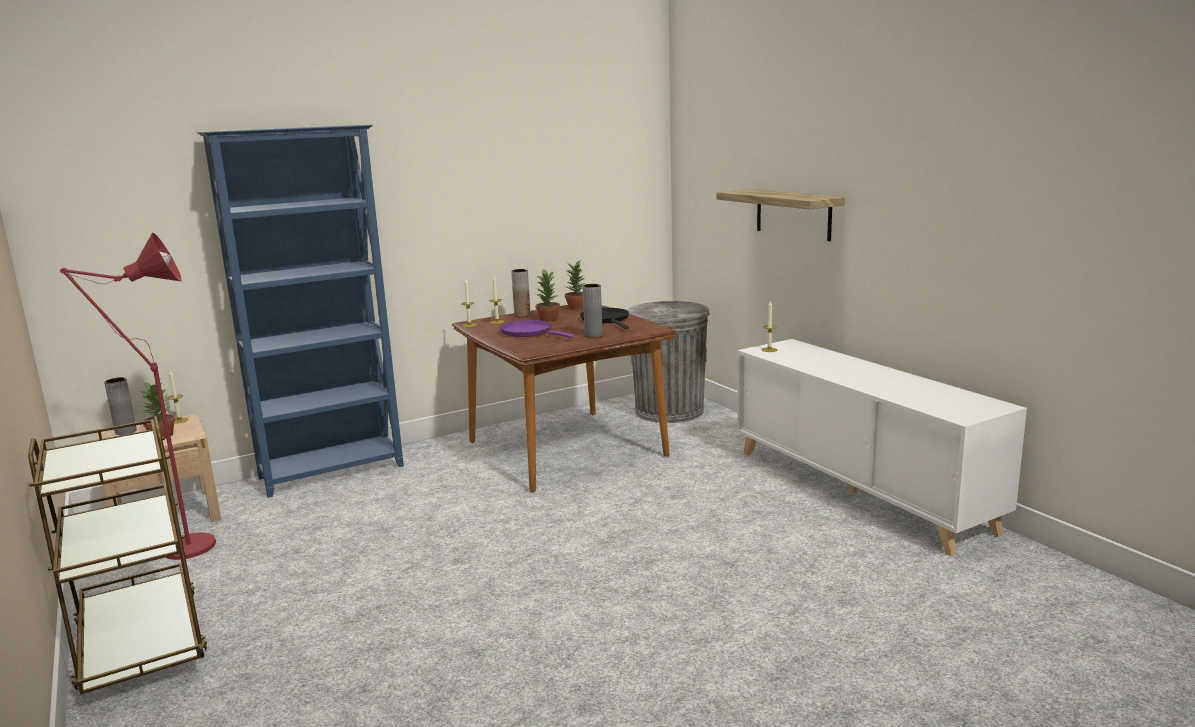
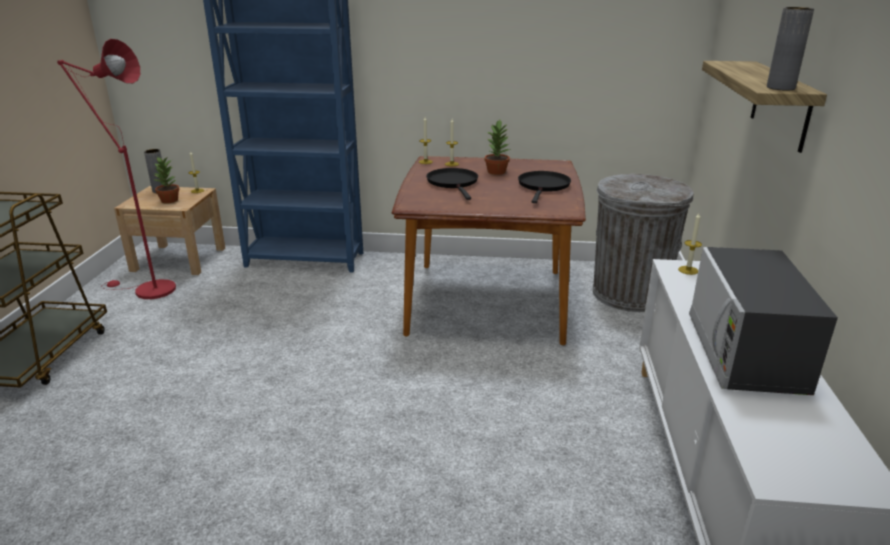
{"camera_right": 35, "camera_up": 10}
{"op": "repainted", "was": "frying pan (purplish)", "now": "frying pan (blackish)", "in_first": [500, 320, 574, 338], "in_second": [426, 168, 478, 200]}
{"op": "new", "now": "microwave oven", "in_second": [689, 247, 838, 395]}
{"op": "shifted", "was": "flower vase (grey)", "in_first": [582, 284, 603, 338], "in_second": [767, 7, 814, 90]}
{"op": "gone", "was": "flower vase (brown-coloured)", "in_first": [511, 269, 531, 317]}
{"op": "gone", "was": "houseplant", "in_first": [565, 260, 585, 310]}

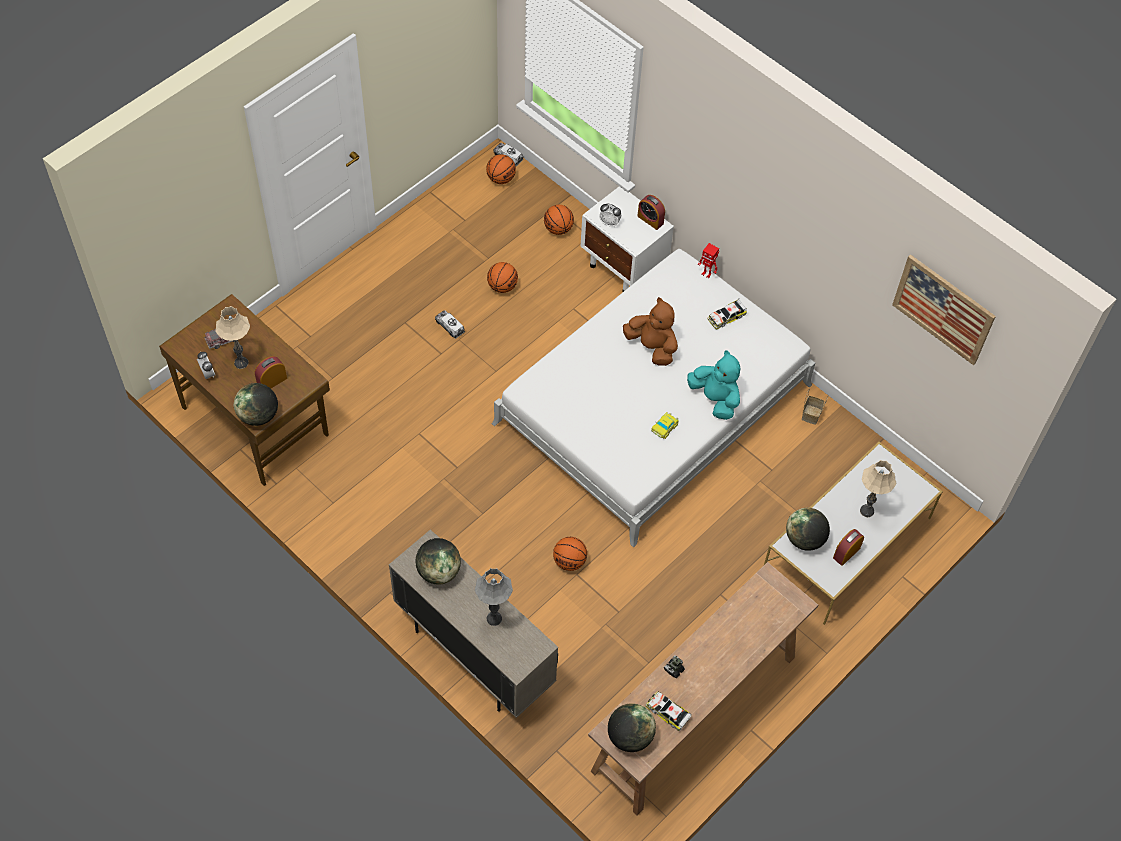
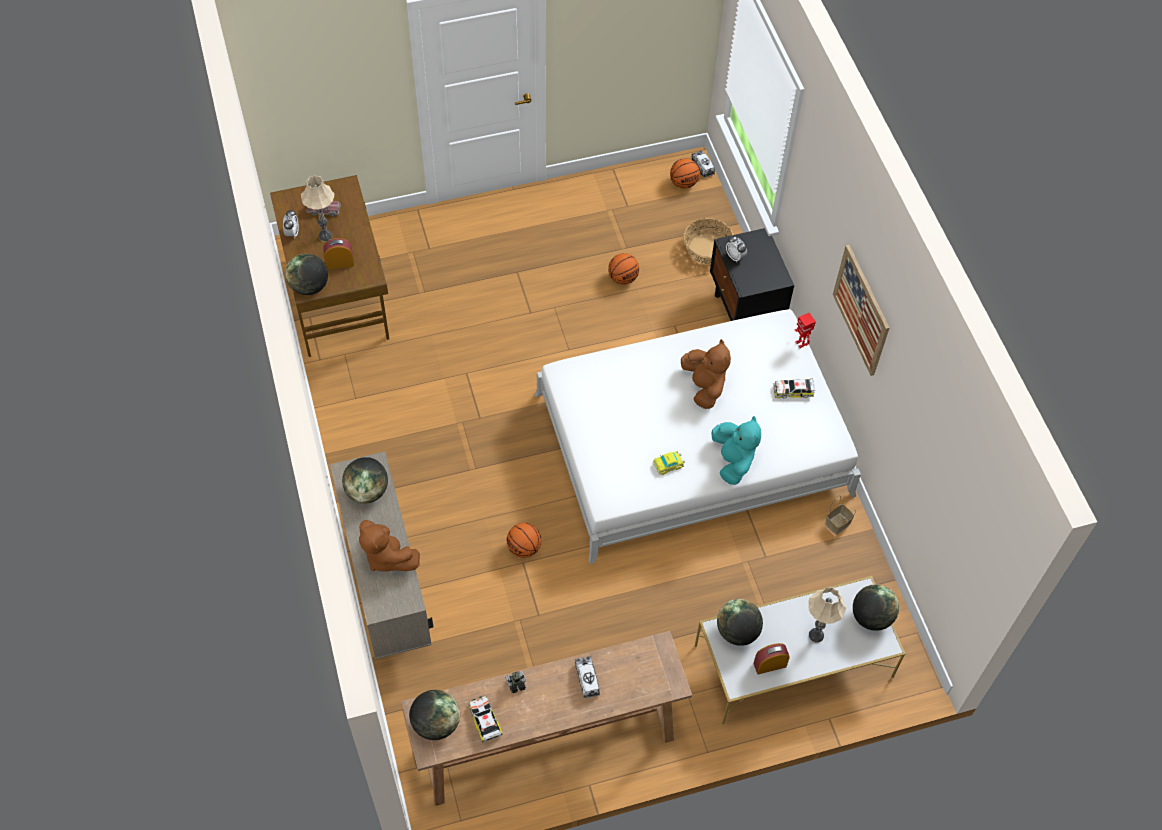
{"camera_right": 30, "camera_up": 0}
{"op": "swapped", "was": "lamp for a table (grey)", "now": "soft toy (brown-coloured)", "in_first": [475, 568, 513, 626], "in_second": [359, 520, 420, 572]}
{"op": "shifted", "was": "toy lorry", "in_first": [435, 310, 465, 339], "in_second": [575, 657, 600, 698]}
{"op": "swapped", "was": "ball for basketball", "now": "storage basket", "in_first": [544, 205, 574, 235], "in_second": [683, 218, 734, 264]}
{"op": "repainted", "was": "bedside table (white-coloured)", "now": "bedside table (blackish)", "in_first": [581, 186, 674, 292], "in_second": [710, 228, 794, 321]}
{"op": "shifted", "was": "picture", "in_first": [892, 254, 996, 365], "in_second": [833, 245, 889, 376]}
{"op": "new", "now": "desk globe", "in_second": [853, 584, 899, 631]}
{"op": "gone", "was": "table clock", "in_first": [637, 195, 665, 230]}

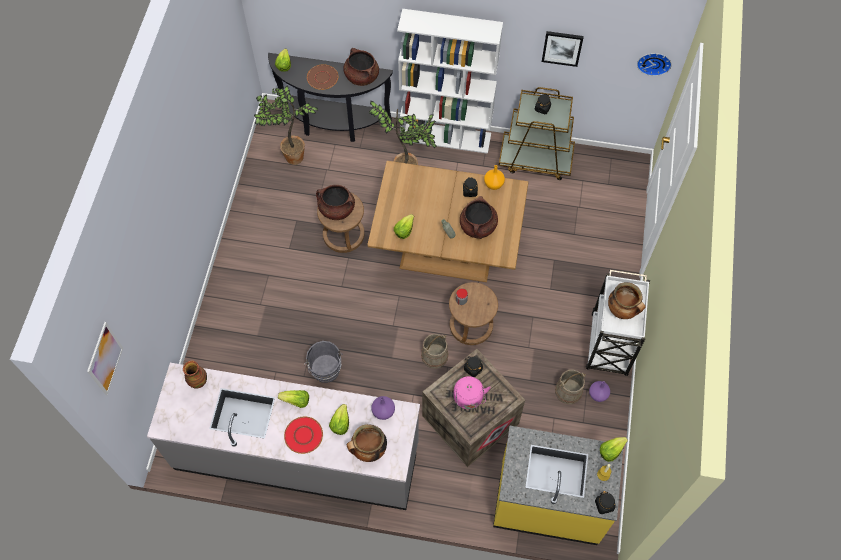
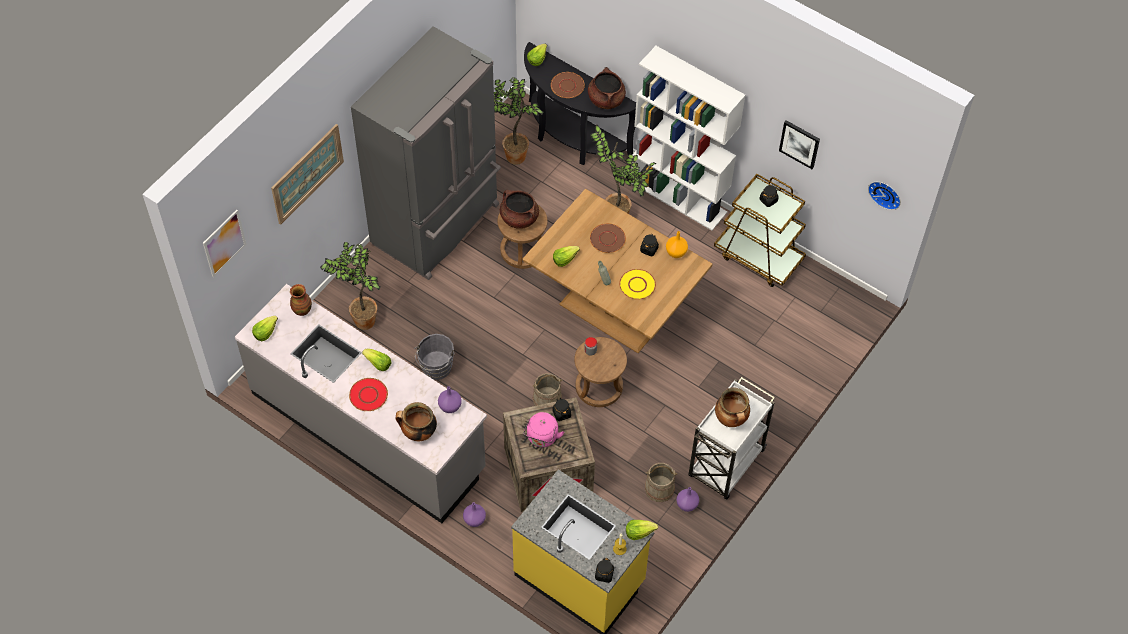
{"camera_right": 25, "camera_up": -5}
{"op": "shifted", "was": "lettuce head", "in_first": [329, 404, 349, 435], "in_second": [252, 316, 278, 341]}
{"op": "new", "now": "picture", "in_second": [271, 124, 344, 225]}
{"op": "new", "now": "houseplant", "in_second": [320, 242, 380, 330]}
{"op": "new", "now": "refrigerator (grey)", "in_second": [351, 26, 501, 280]}
{"op": "new", "now": "flower vase (purplish)", "in_second": [463, 502, 486, 527]}
{"op": "new", "now": "dinner plate (brown-coloured)", "in_second": [590, 223, 626, 253]}
{"op": "swapped", "was": "stockpot (brown-coloured)", "now": "dinner plate (yellowish)", "in_first": [460, 196, 498, 239], "in_second": [619, 269, 656, 300]}

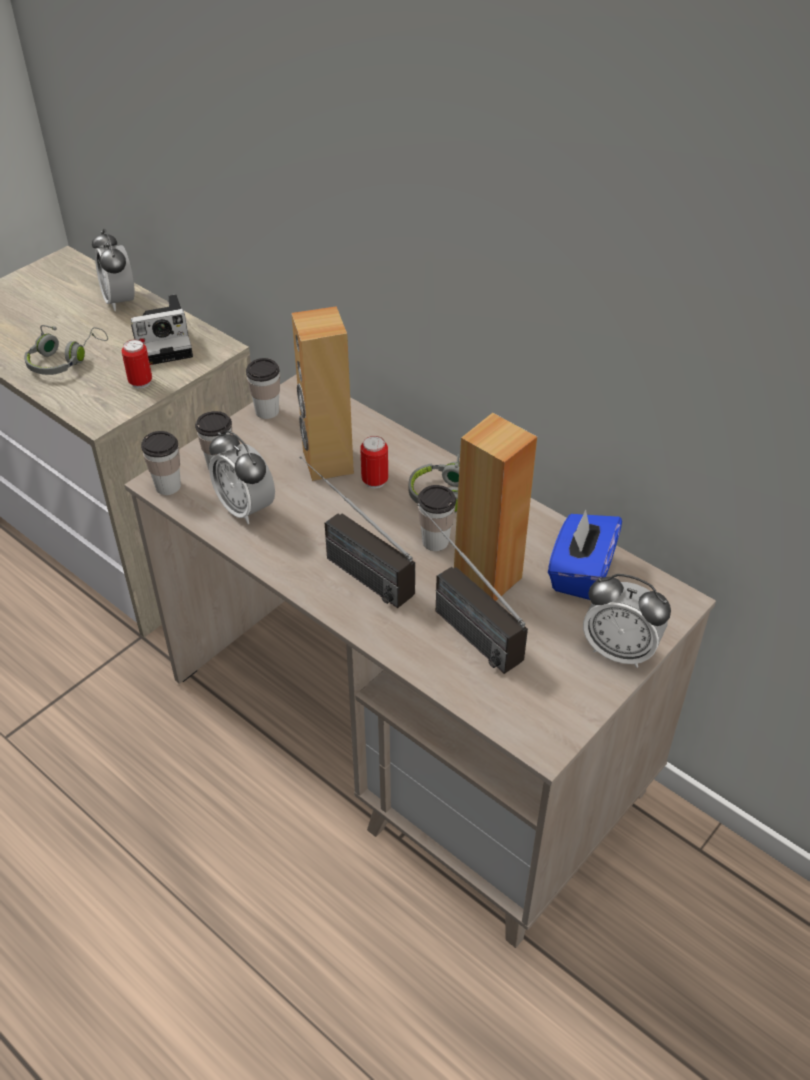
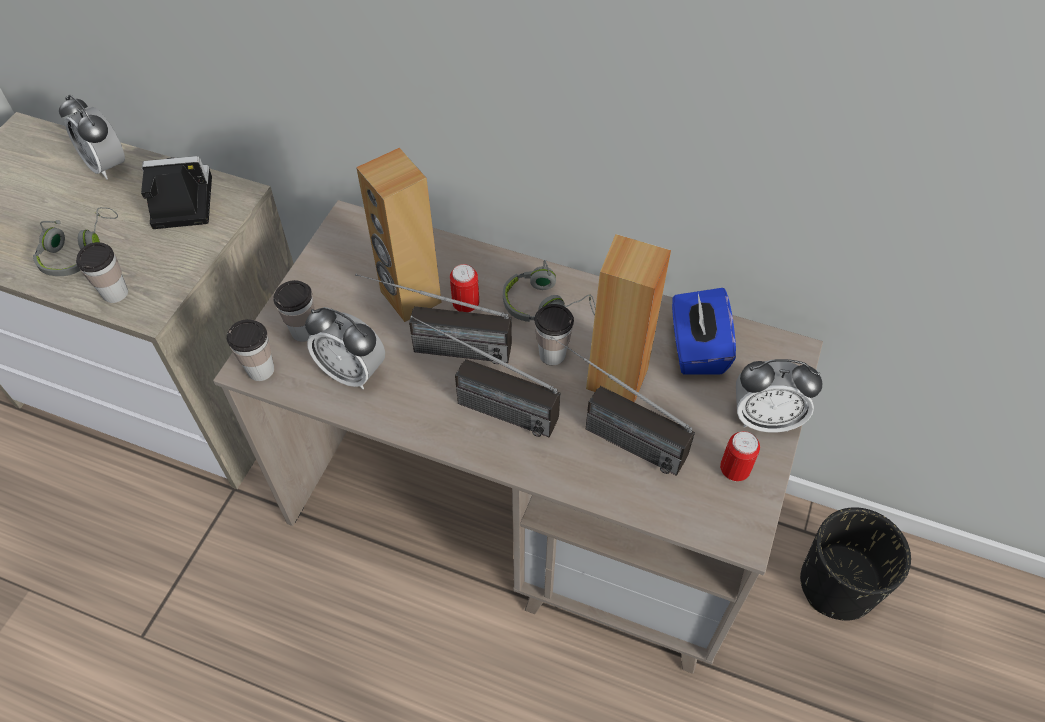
{"camera_right": -20, "camera_up": 10}
{"op": "shifted", "was": "small cup", "in_first": [246, 358, 280, 419], "in_second": [76, 242, 128, 303]}
{"op": "rotated", "was": "photo camera", "in_first": [131, 294, 193, 365], "in_second": [141, 156, 212, 229], "clockwise": -150}
{"op": "new", "now": "radio", "in_second": [355, 274, 512, 364]}
{"op": "shifted", "was": "metal can", "in_first": [122, 339, 152, 389], "in_second": [720, 431, 760, 481]}
{"op": "new", "now": "plant pot (blackish)", "in_second": [800, 507, 911, 621]}

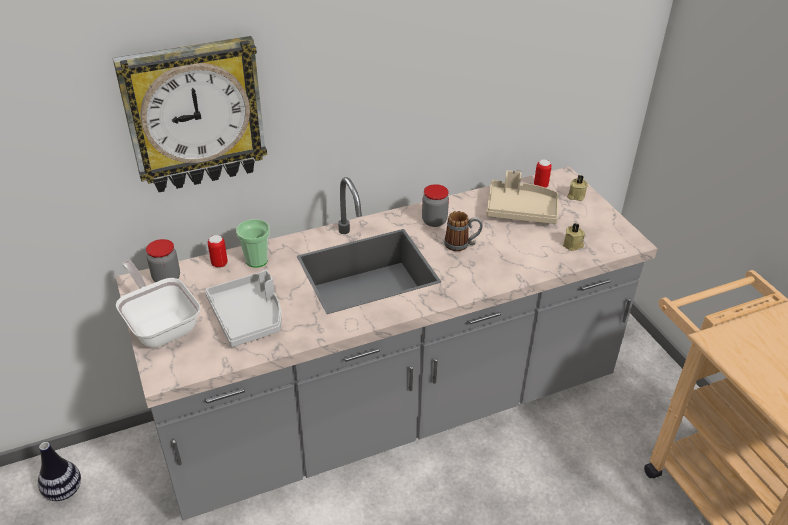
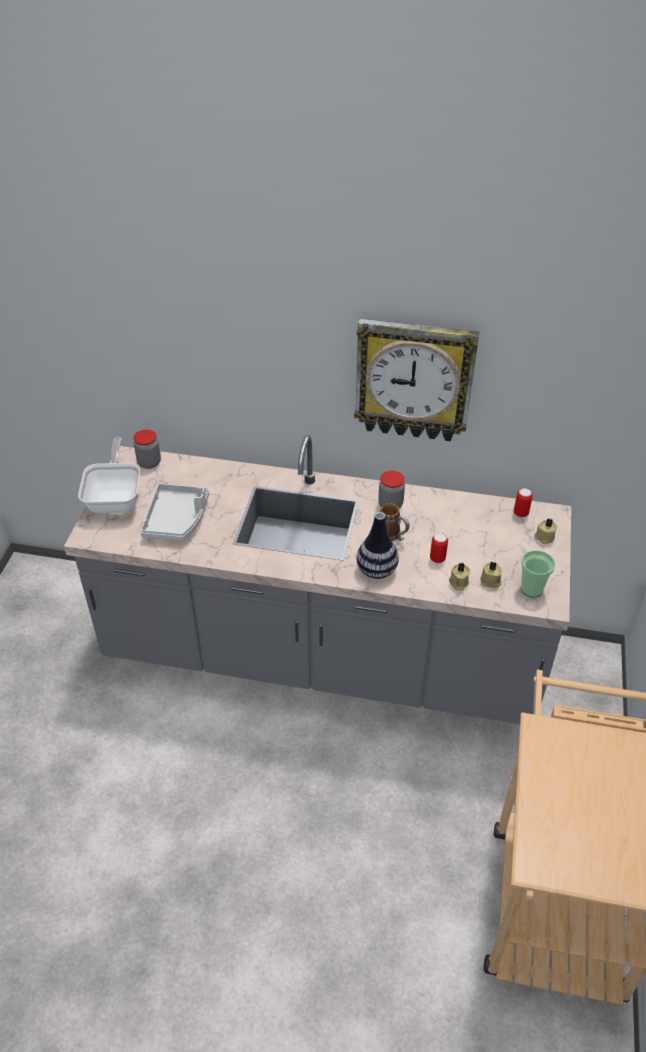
{"camera_right": 35, "camera_up": 5}
{"op": "shifted", "was": "hanging clock", "in_first": [113, 36, 267, 192], "in_second": [354, 318, 479, 441]}
{"op": "shifted", "was": "flower vase", "in_first": [38, 442, 81, 501], "in_second": [356, 512, 399, 579]}
{"op": "shifted", "was": "metal can", "in_first": [208, 235, 228, 268], "in_second": [430, 533, 448, 563]}
{"op": "new", "now": "candle (beige-coloured)", "in_second": [449, 563, 470, 591]}
{"op": "shifted", "was": "small cup", "in_first": [236, 219, 270, 268], "in_second": [521, 550, 556, 597]}
{"op": "gone", "was": "serving tray (beige-coloured)", "in_first": [486, 170, 559, 224]}

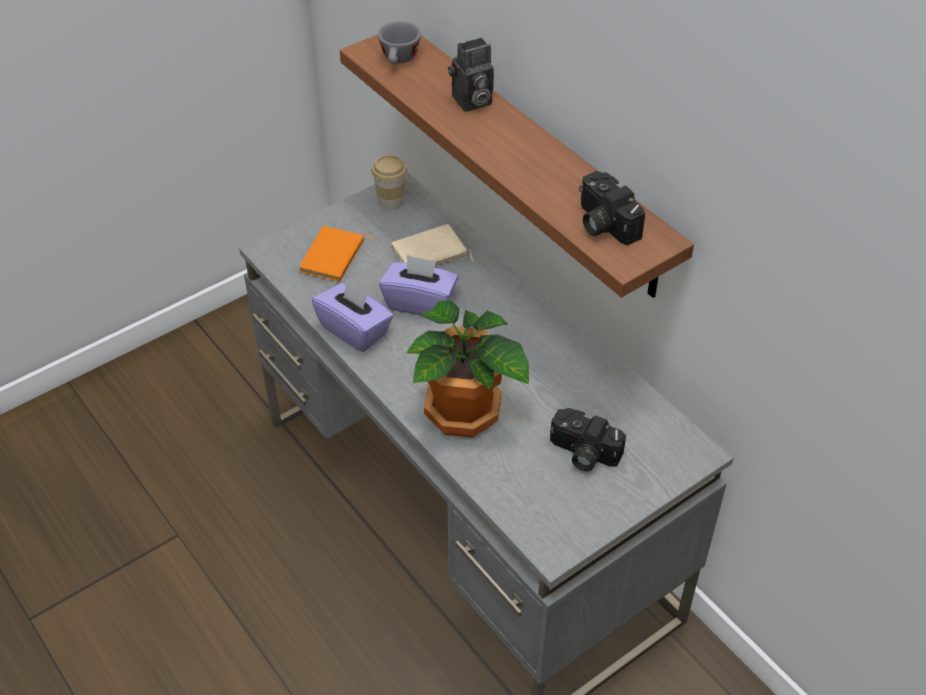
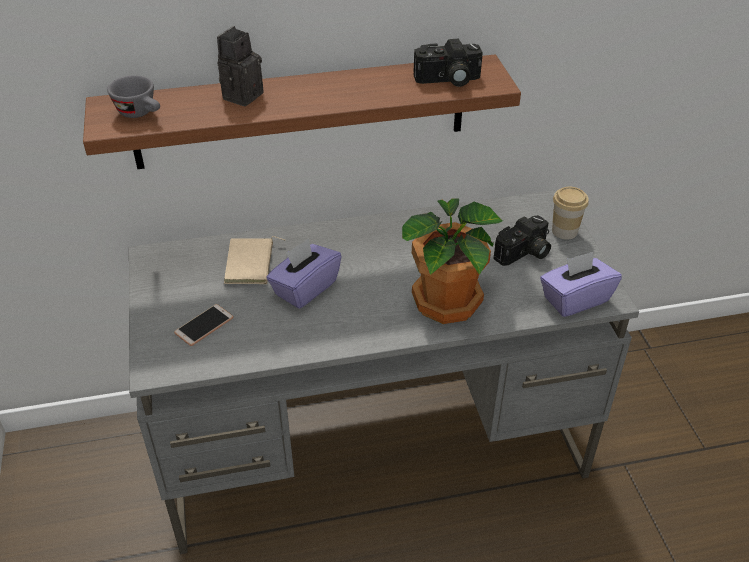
{"camera_right": -65, "camera_up": -5}
{"op": "swapped", "was": "book (orange-coloured)", "now": "handset", "in_first": [299, 226, 376, 282], "in_second": [174, 304, 234, 346]}
{"op": "rotated", "was": "photo camera", "in_first": [448, 38, 494, 112], "in_second": [217, 26, 263, 106], "clockwise": -150}
{"op": "shifted", "was": "tissue holder (purplish)", "in_first": [312, 279, 394, 352], "in_second": [540, 252, 622, 317]}
{"op": "shifted", "was": "small cup", "in_first": [371, 155, 407, 210], "in_second": [552, 187, 589, 240]}

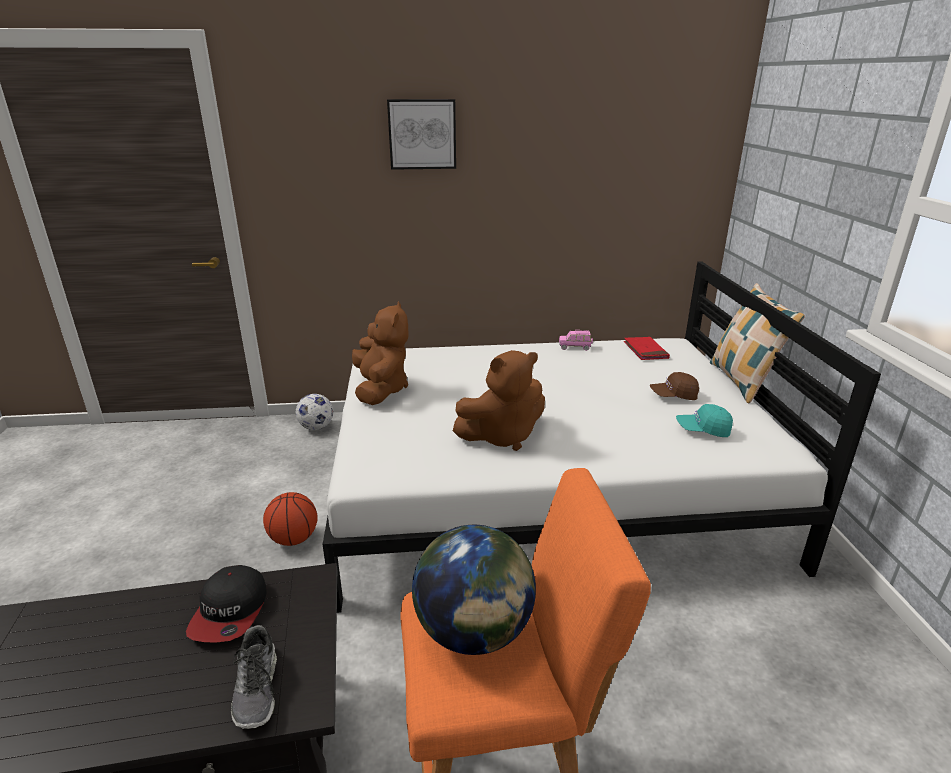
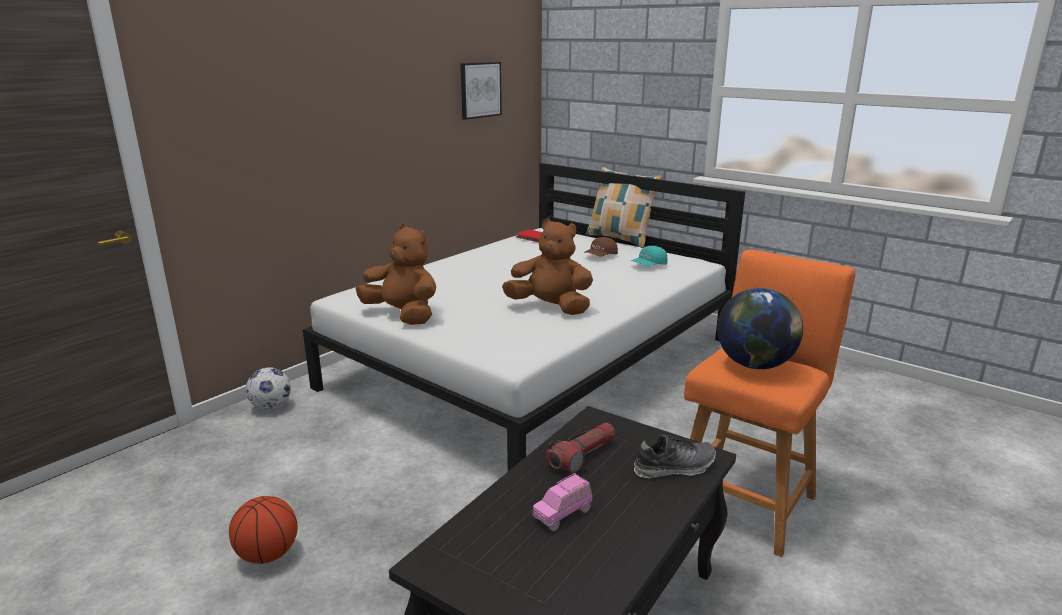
{"camera_right": -45, "camera_up": -5}
{"op": "shifted", "was": "ball for basketball", "in_first": [263, 492, 318, 546], "in_second": [229, 496, 298, 564]}
{"op": "shifted", "was": "picture", "in_first": [387, 99, 456, 170], "in_second": [460, 62, 502, 120]}
{"op": "rotated", "was": "soft toy (brown-coloured)", "in_first": [453, 350, 545, 451], "in_second": [502, 218, 593, 315], "clockwise": -90}
{"op": "shifted", "was": "toy car (pink-coloured)", "in_first": [559, 330, 593, 351], "in_second": [532, 473, 592, 531]}
{"op": "swapped", "was": "baseball cap", "now": "torch", "in_first": [186, 565, 267, 642], "in_second": [546, 422, 615, 473]}
{"op": "rotated", "was": "item of footwear", "in_first": [231, 625, 277, 729], "in_second": [634, 434, 716, 479], "clockwise": -45}

